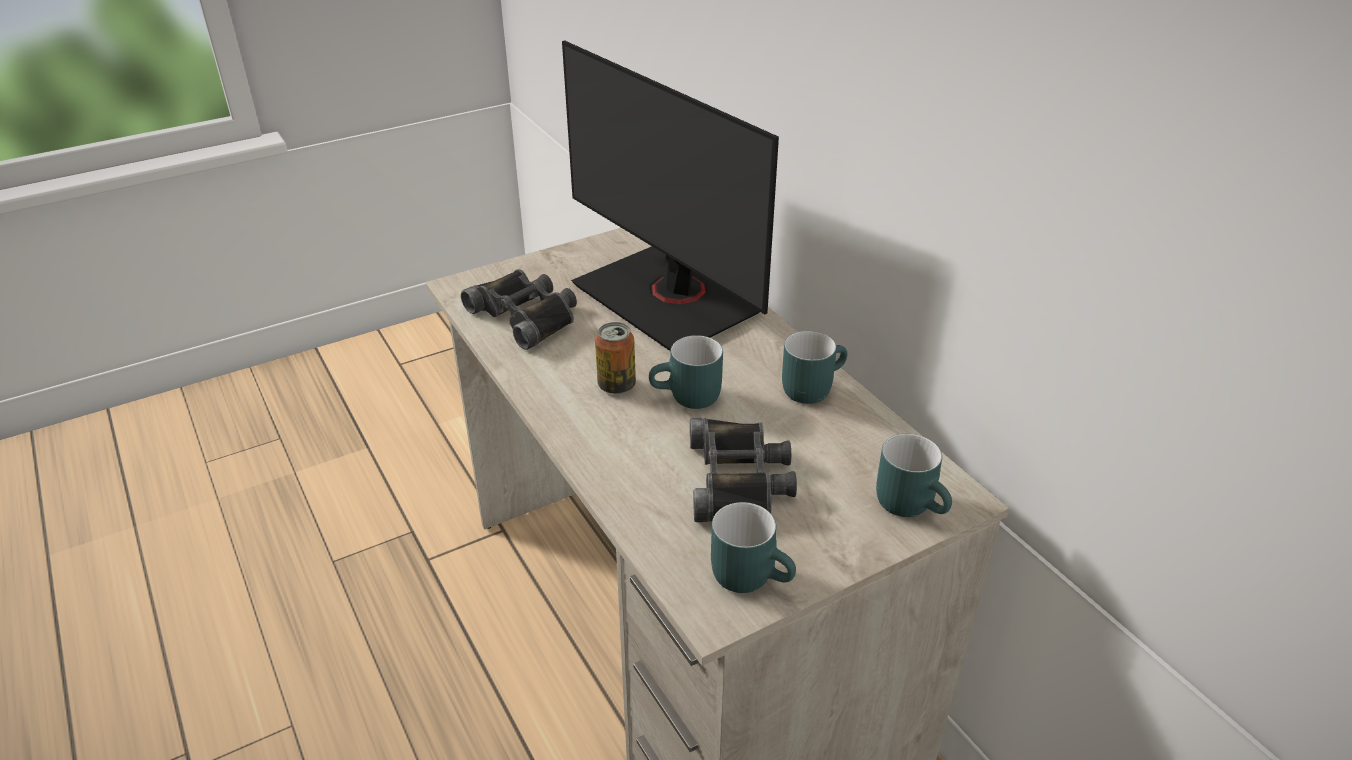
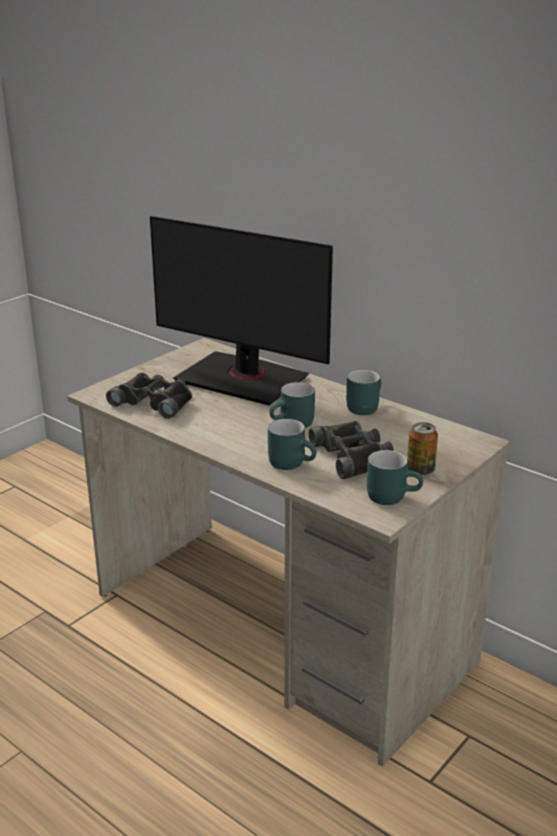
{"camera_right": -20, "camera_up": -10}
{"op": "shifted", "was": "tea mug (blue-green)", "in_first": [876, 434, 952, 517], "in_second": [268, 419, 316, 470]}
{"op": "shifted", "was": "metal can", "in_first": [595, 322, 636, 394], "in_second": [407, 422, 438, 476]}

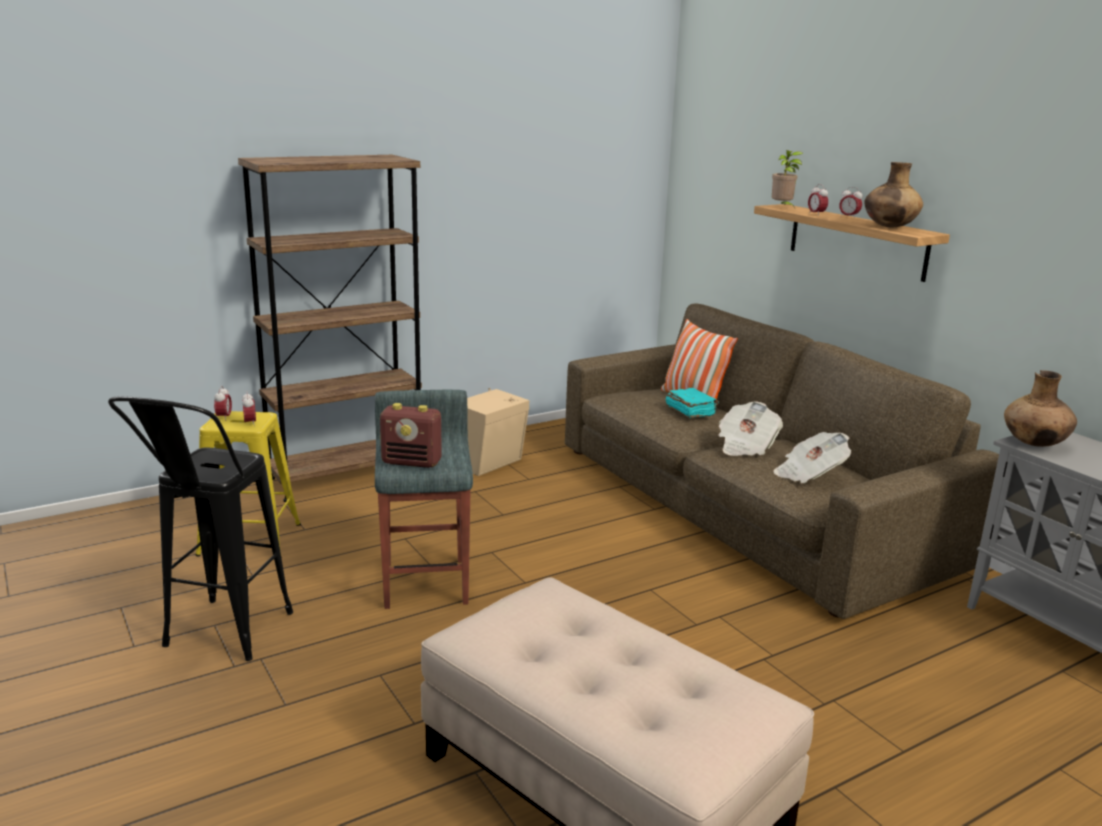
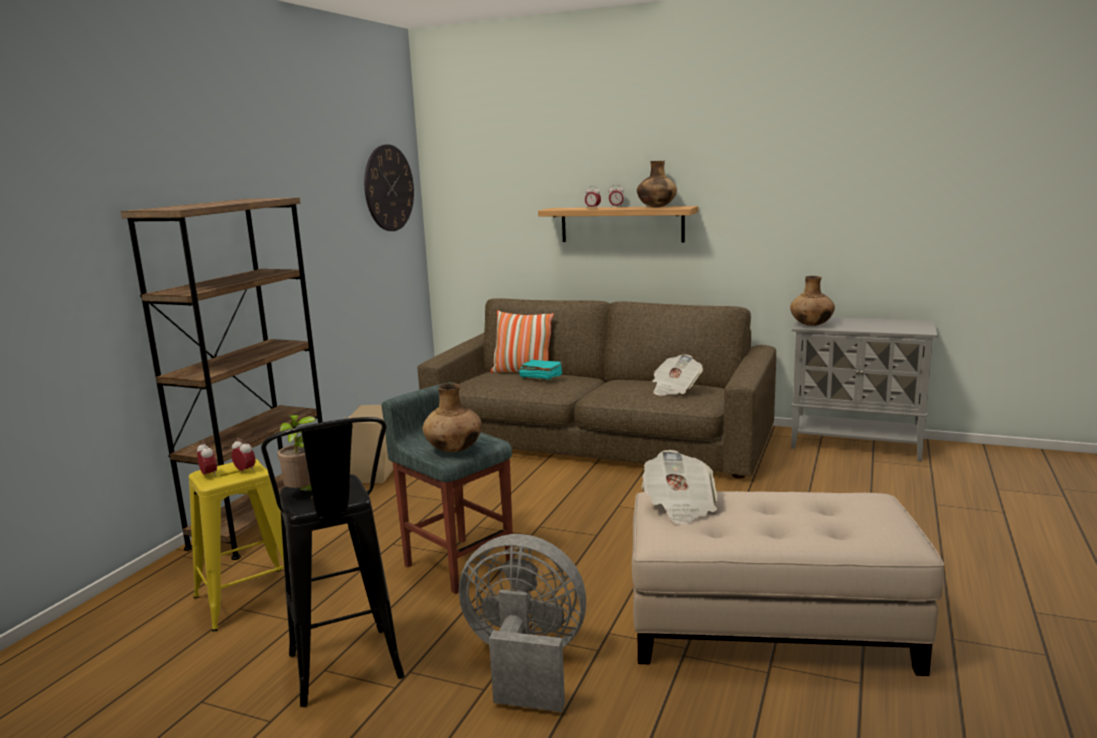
{"camera_right": -35, "camera_up": -5}
{"op": "shifted", "was": "houseplant", "in_first": [772, 150, 803, 208], "in_second": [277, 415, 317, 491]}
{"op": "new", "now": "hanging clock", "in_second": [364, 144, 414, 231]}
{"op": "swapped", "was": "radio", "now": "flower vase (brown-coloured)", "in_first": [380, 403, 442, 468], "in_second": [423, 383, 482, 452]}
{"op": "new", "now": "fan (grey)", "in_second": [459, 534, 586, 712]}
{"op": "shifted", "was": "printed paper", "in_first": [718, 401, 783, 456], "in_second": [642, 450, 717, 524]}

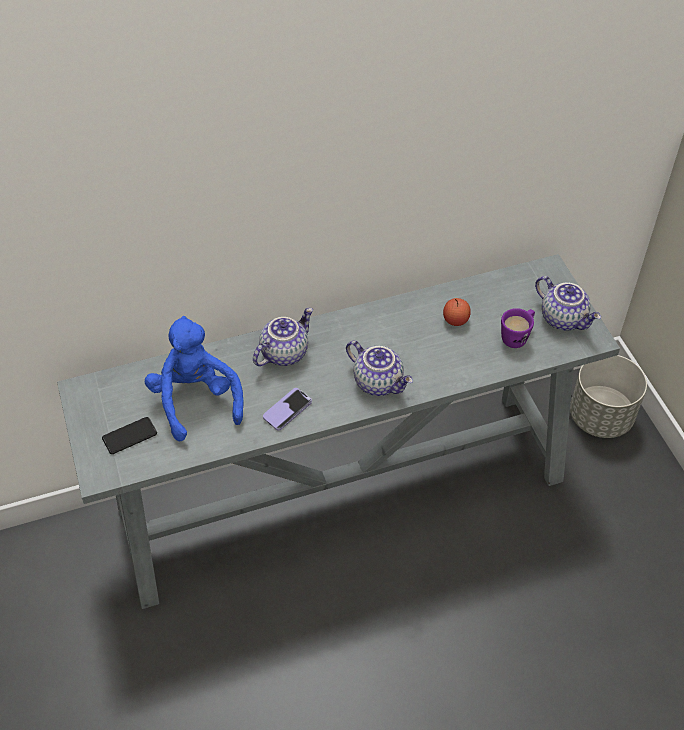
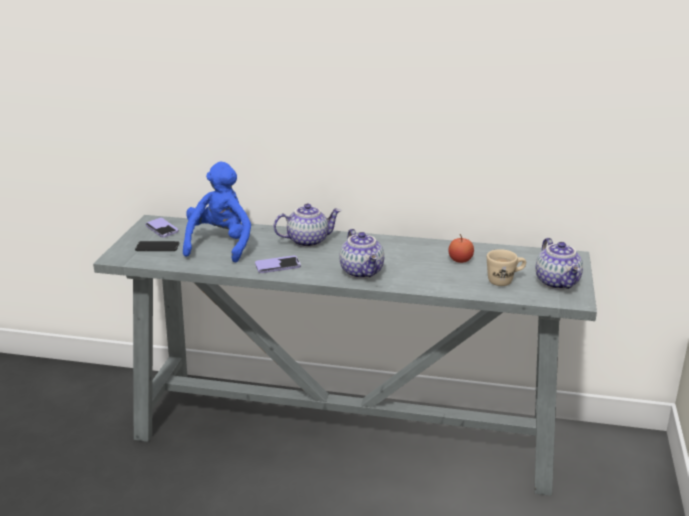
{"camera_right": 30, "camera_up": -25}
{"op": "new", "now": "handset", "in_second": [145, 218, 179, 238]}
{"op": "repainted", "was": "tea mug (purplish)", "now": "tea mug (beige-coloured)", "in_first": [501, 308, 535, 348], "in_second": [487, 249, 526, 286]}
{"op": "gone", "was": "plant pot (grey)", "in_first": [570, 355, 647, 438]}

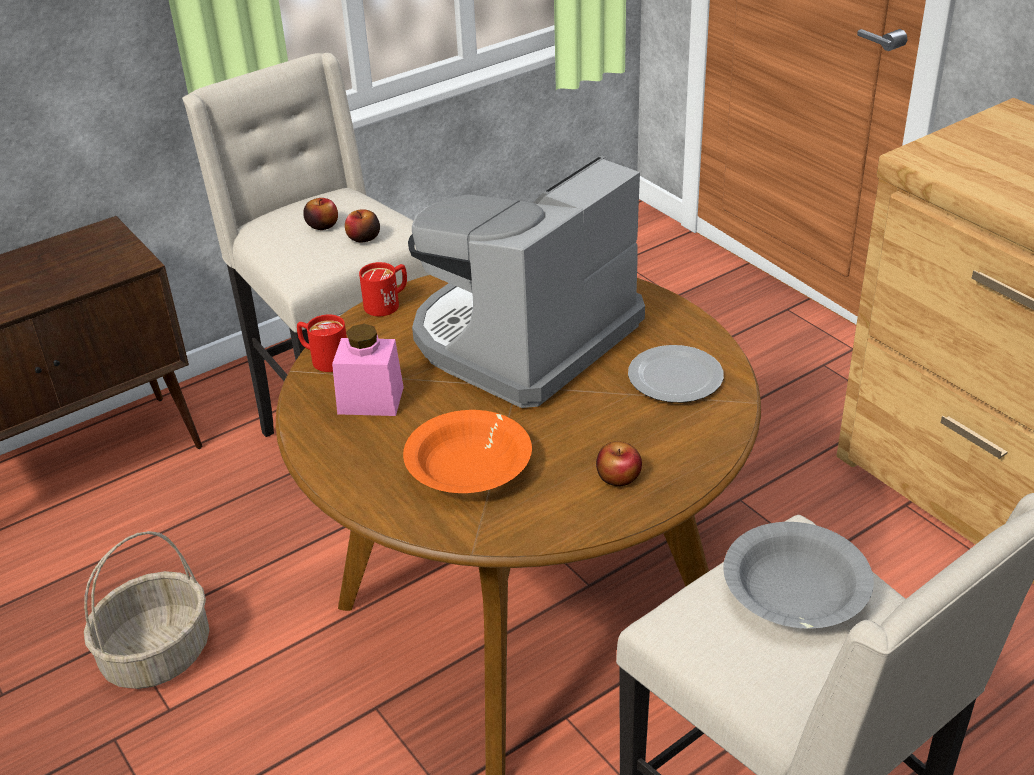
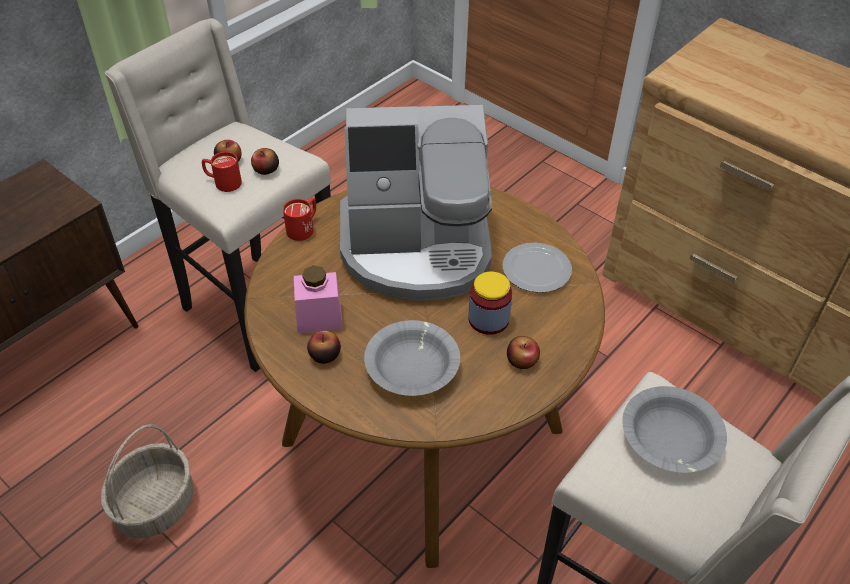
{"camera_right": -15, "camera_up": 10}
{"op": "shifted", "was": "tea mug (red-coloured)", "in_first": [297, 314, 347, 372], "in_second": [202, 152, 242, 192]}
{"op": "new", "now": "apple", "in_second": [307, 331, 341, 364]}
{"op": "rotated", "was": "coffee brewer", "in_first": [408, 155, 645, 408], "in_second": [340, 105, 492, 301], "clockwise": -120}
{"op": "repainted", "was": "deep dish (orange-coloured)", "now": "deep dish (grey)", "in_first": [403, 410, 532, 493], "in_second": [364, 320, 460, 396]}
{"op": "new", "now": "storage jar", "in_second": [468, 271, 513, 335]}

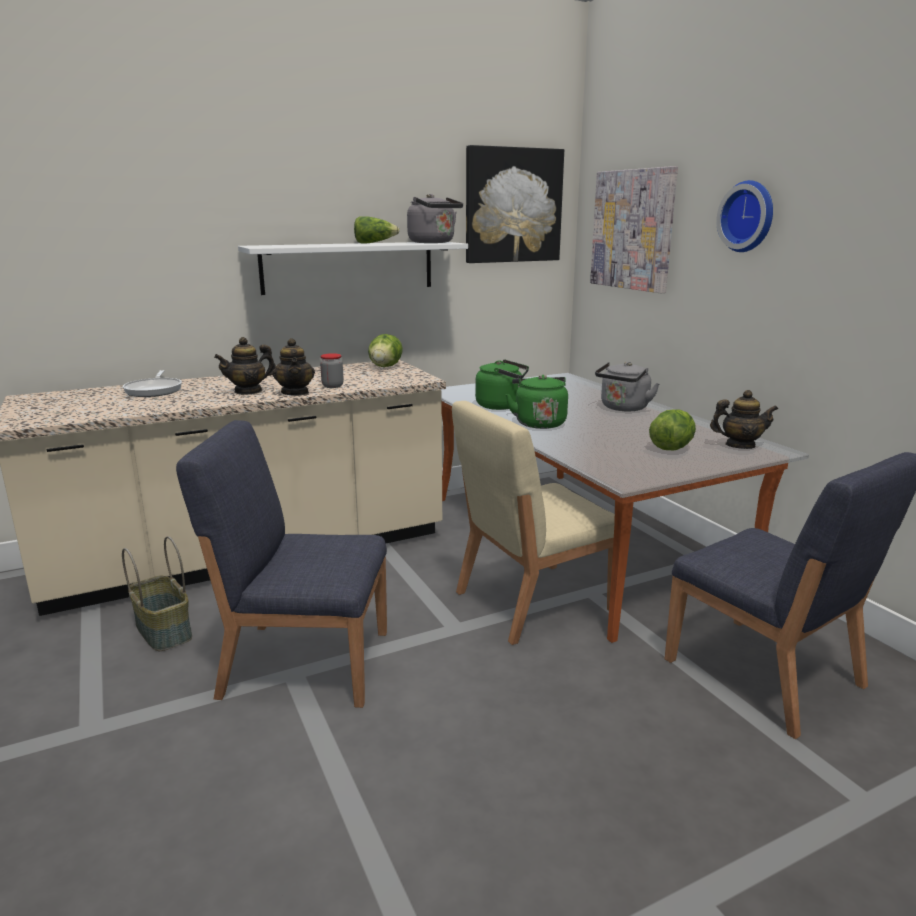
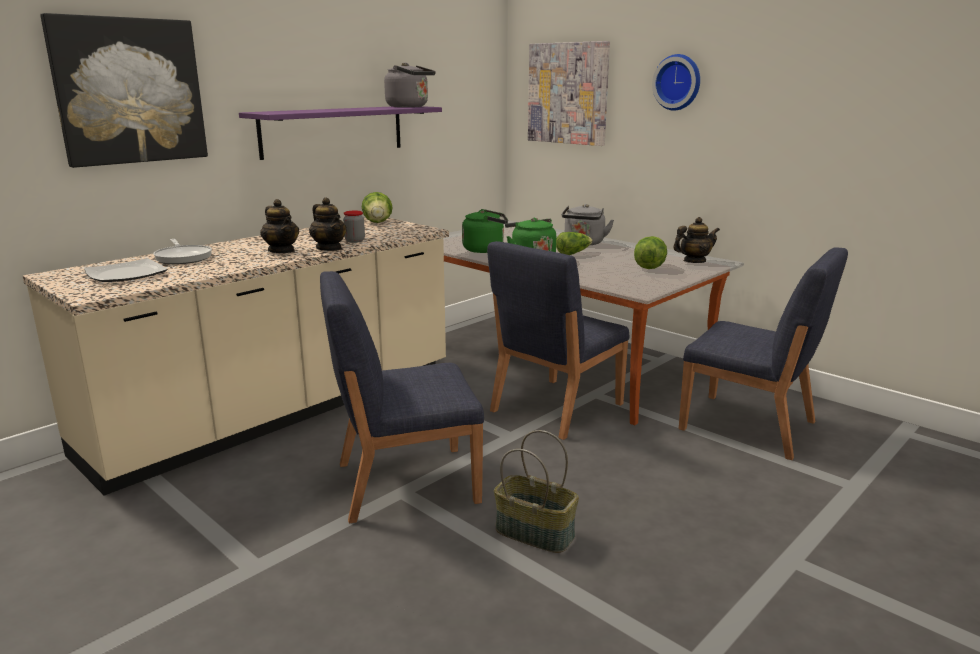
{"camera_right": -20, "camera_up": 0}
{"op": "shifted", "was": "picture", "in_first": [466, 145, 564, 263], "in_second": [40, 13, 208, 168]}
{"op": "new", "now": "dinner plate", "in_second": [84, 258, 168, 282]}
{"op": "repainted", "was": "wall shelf (white-coloured)", "now": "wall shelf (purplish)", "in_first": [238, 242, 468, 295], "in_second": [239, 106, 442, 160]}
{"op": "rotated", "was": "teapot", "in_first": [214, 337, 276, 395], "in_second": [260, 199, 299, 253], "clockwise": -75}
{"op": "repainted", "was": "upright chair (beige-coloured)", "now": "upright chair (blue-coloured)", "in_first": [452, 401, 615, 645], "in_second": [487, 241, 629, 440]}
{"op": "shifted", "was": "storage basket", "in_first": [122, 536, 192, 651], "in_second": [494, 430, 579, 553]}
{"op": "shifted", "was": "lettuce head", "in_first": [354, 216, 400, 244], "in_second": [556, 232, 593, 255]}

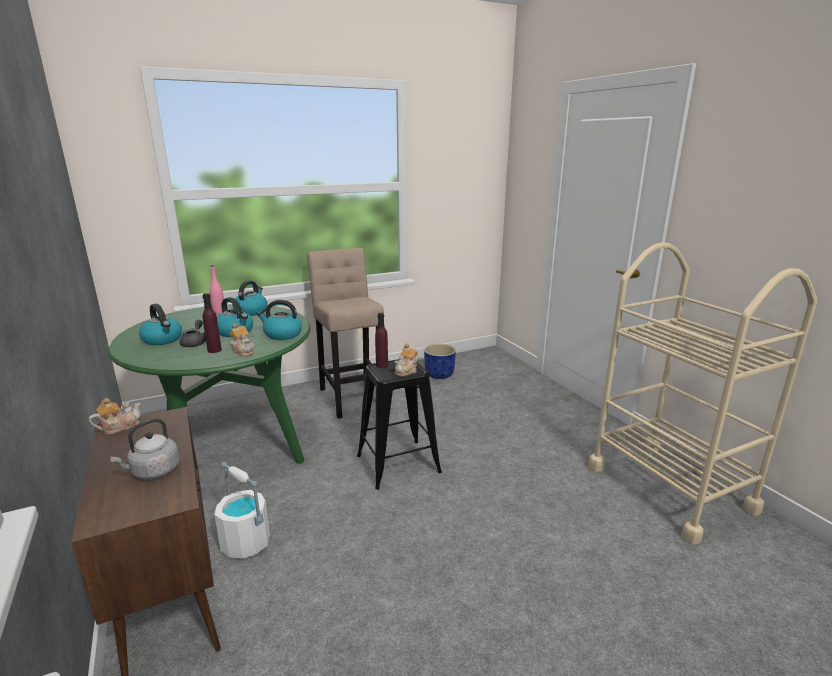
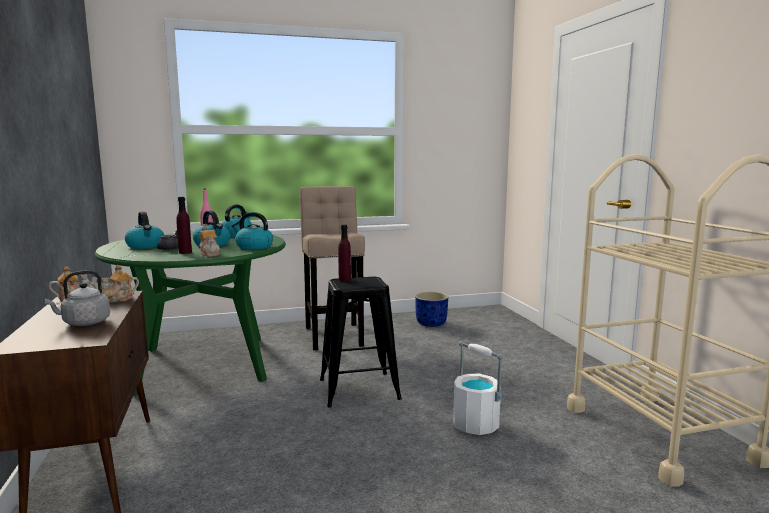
{"camera_right": 10, "camera_up": -10}
{"op": "shifted", "was": "teapot", "in_first": [394, 343, 418, 376], "in_second": [91, 265, 139, 303]}
{"op": "shifted", "was": "bucket (white-coloured)", "in_first": [214, 462, 270, 559], "in_second": [453, 341, 503, 435]}

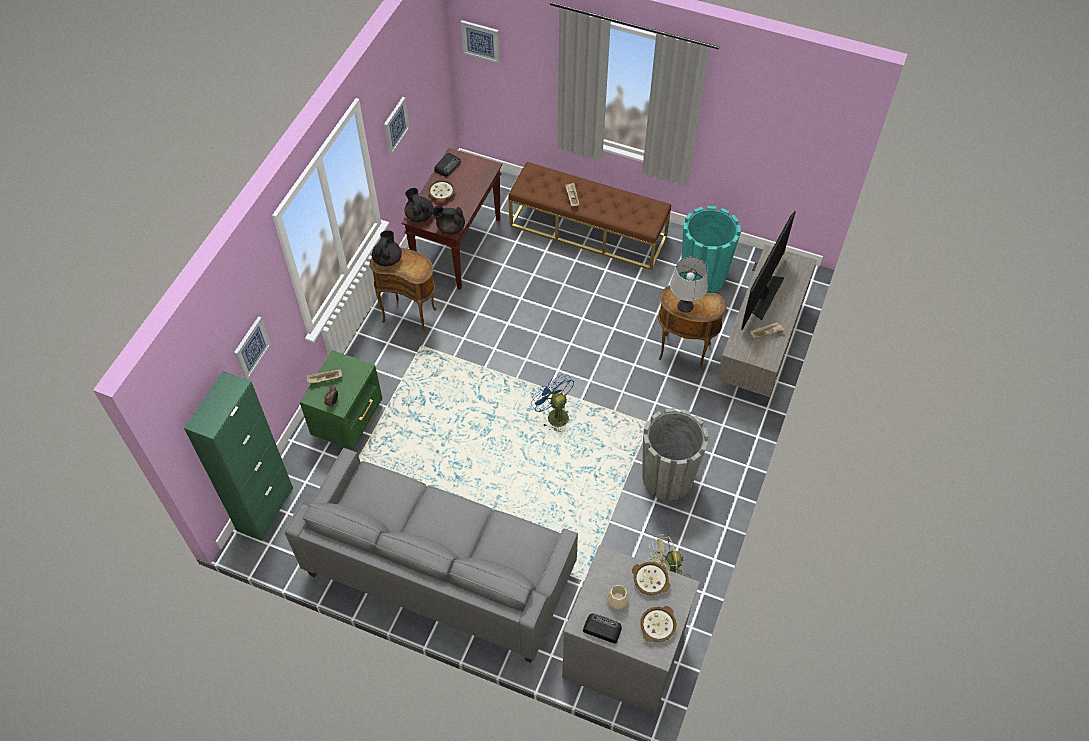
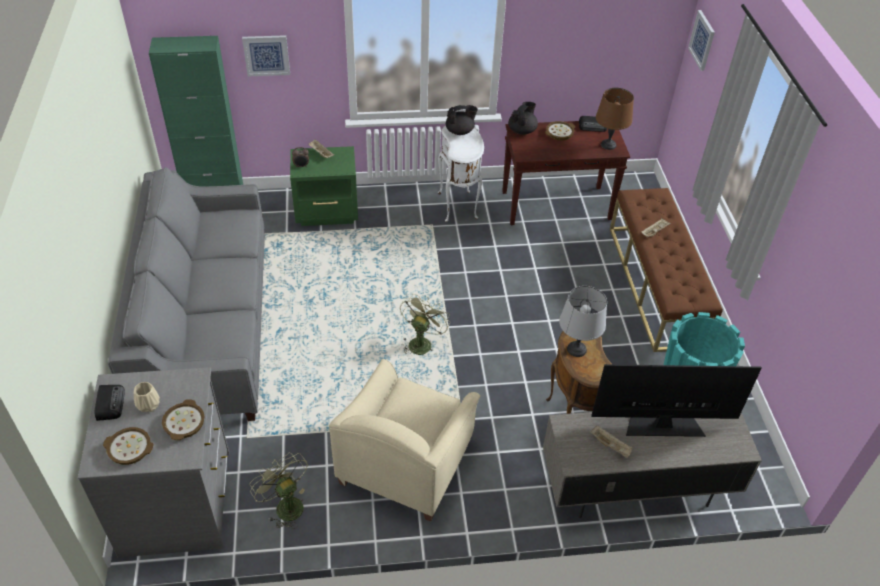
{"camera_right": 60, "camera_up": -10}
{"op": "swapped", "was": "plant pot (grey)", "now": "easy chair (beige-coloured)", "in_first": [642, 408, 709, 501], "in_second": [329, 359, 480, 522]}
{"op": "repainted", "was": "fan (blue-coloured)", "now": "fan (greenish)", "in_first": [531, 374, 574, 431], "in_second": [400, 294, 450, 355]}
{"op": "repainted", "was": "side table (brown-coloured)", "now": "side table (white-coloured)", "in_first": [370, 248, 437, 334], "in_second": [438, 126, 484, 222]}
{"op": "new", "now": "lamp for a table (brown-coloured)", "in_second": [596, 88, 634, 150]}
{"op": "gone", "was": "picture", "in_first": [384, 97, 409, 155]}
{"op": "gone", "was": "teapot (blackish)", "in_first": [432, 206, 465, 234]}

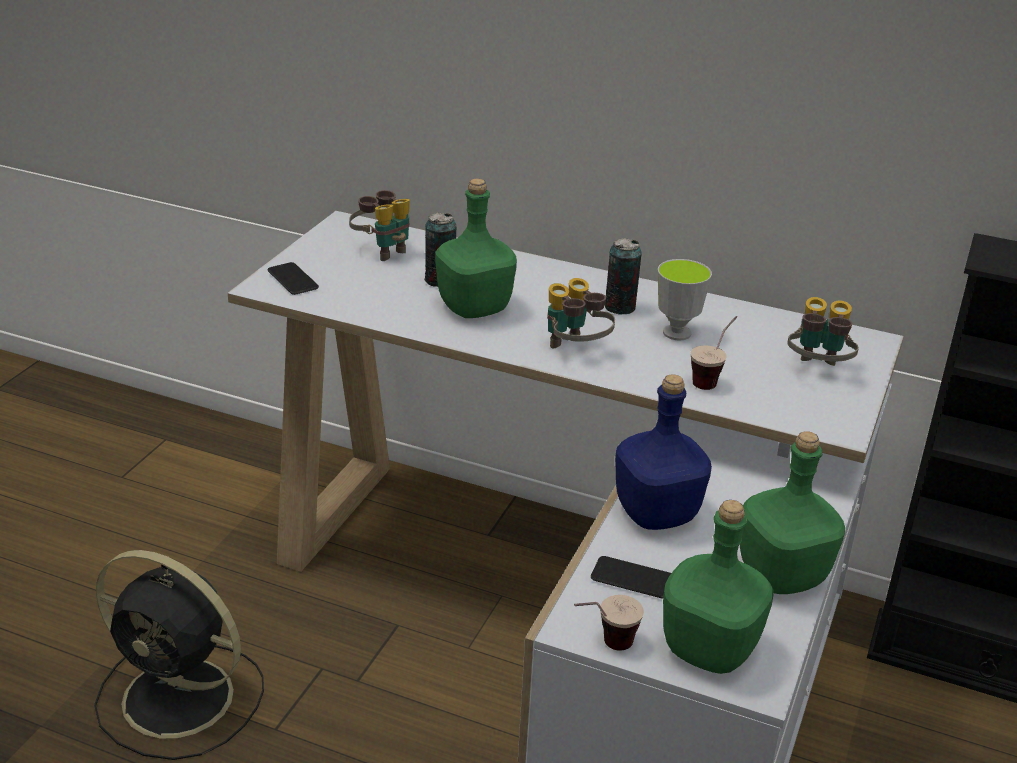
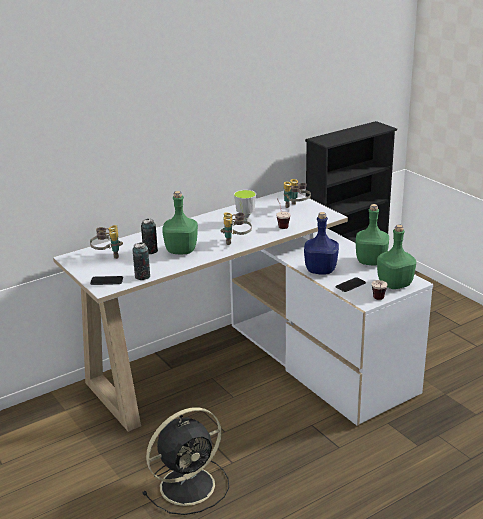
{"camera_right": -55, "camera_up": -5}
{"op": "shifted", "was": "metal can", "in_first": [605, 238, 642, 314], "in_second": [133, 243, 150, 280]}

